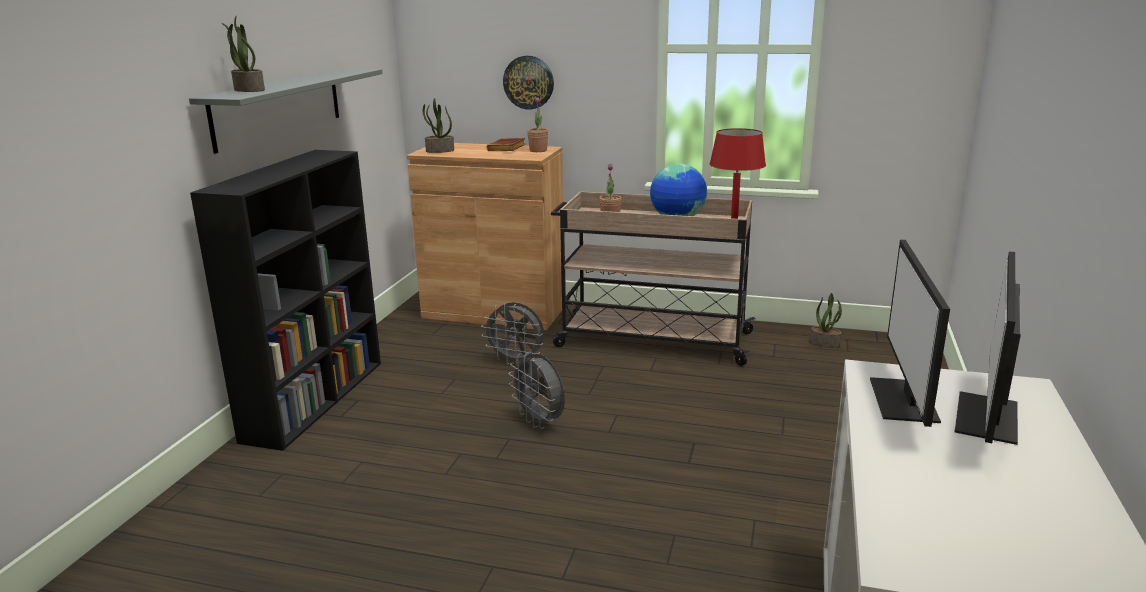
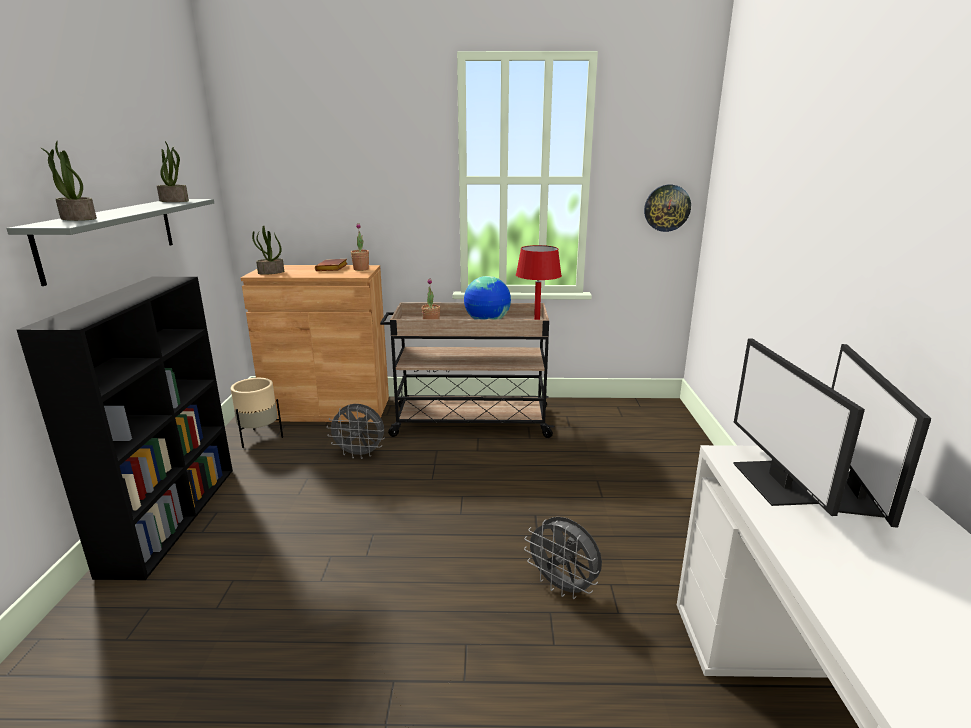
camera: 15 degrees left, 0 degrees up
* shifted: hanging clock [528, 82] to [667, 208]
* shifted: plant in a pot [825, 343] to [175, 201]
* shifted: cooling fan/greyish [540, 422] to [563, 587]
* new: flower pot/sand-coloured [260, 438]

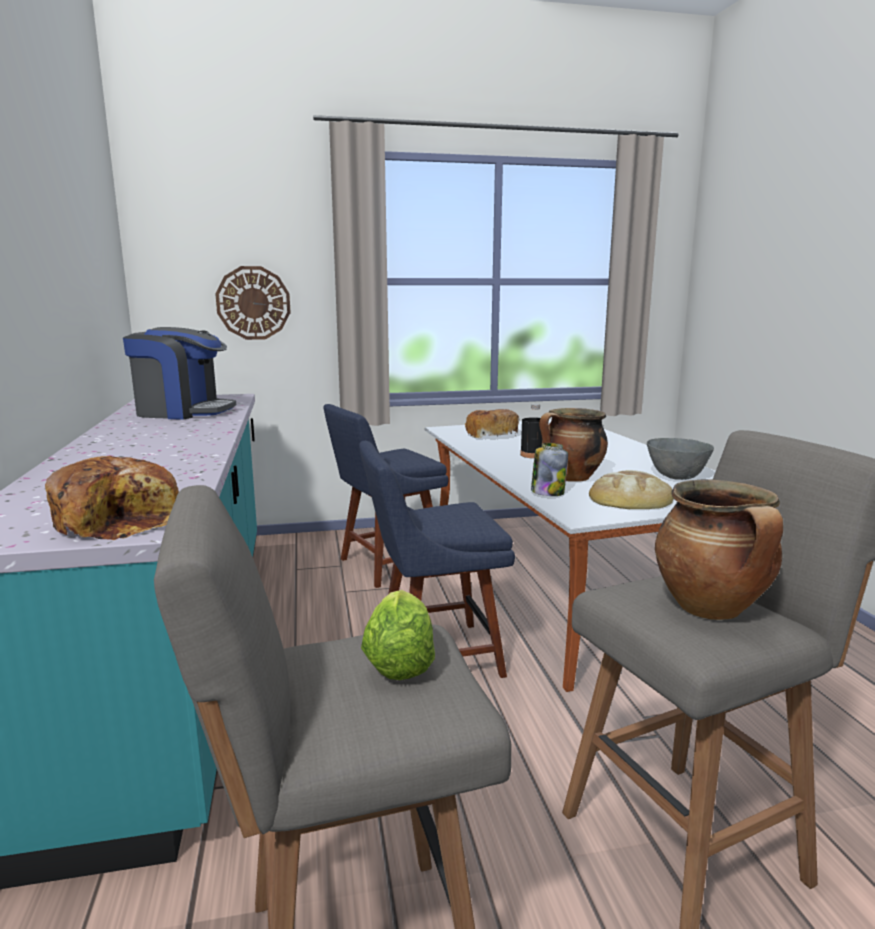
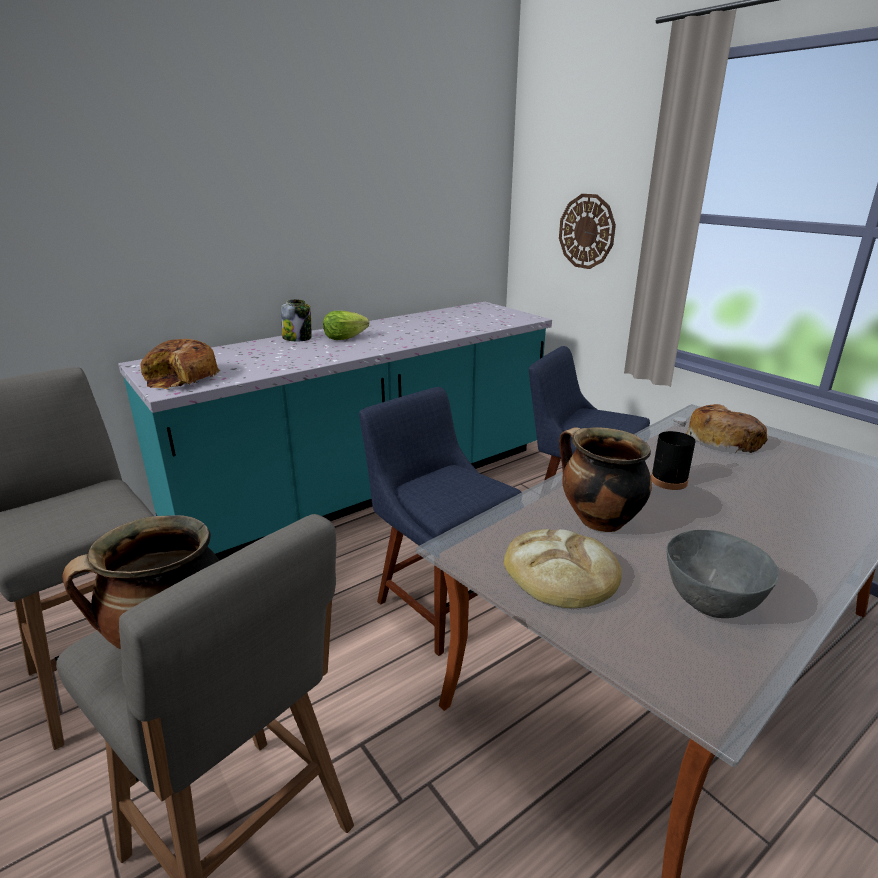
camera: 65 degrees right, 10 degrees up
* gone: coffee brewer [183, 412]
* shifted: jar [547, 492] to [298, 338]
* shifted: lettuce head [399, 662] to [344, 338]

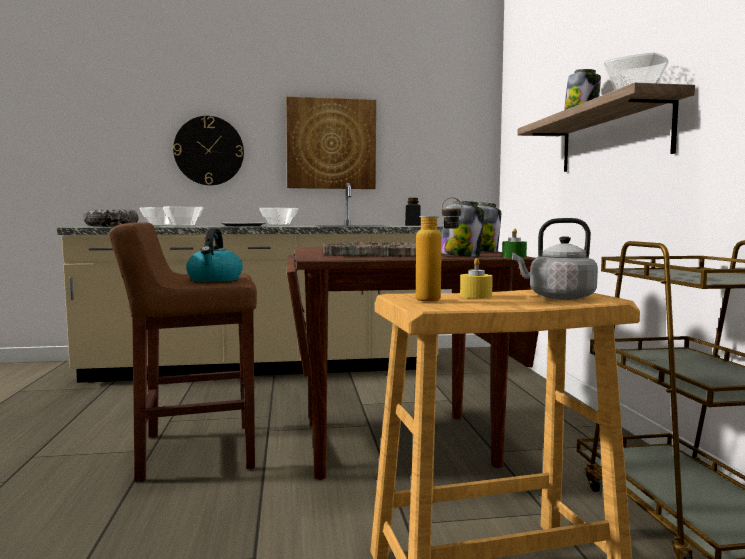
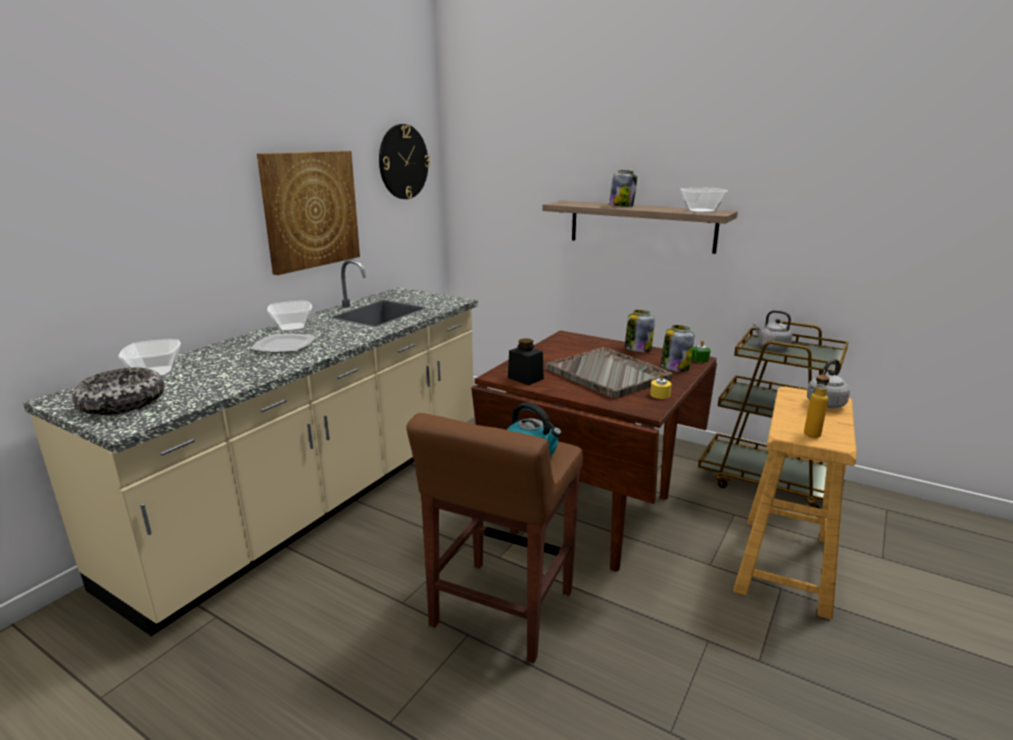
camera: 50 degrees left, 15 degrees up
* shifted: hanging clock [209, 151] to [403, 162]
* shifted: jar/blackish [412, 225] to [525, 378]
* gone: deep dish [183, 226]
* shifted: wax candle/yellow-coloured [476, 296] to [660, 395]
* new: tea kettle/greyish [771, 347]

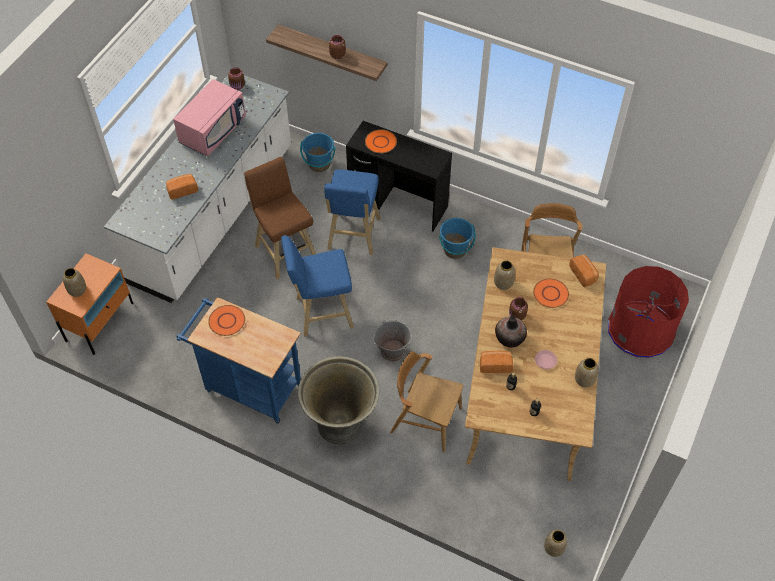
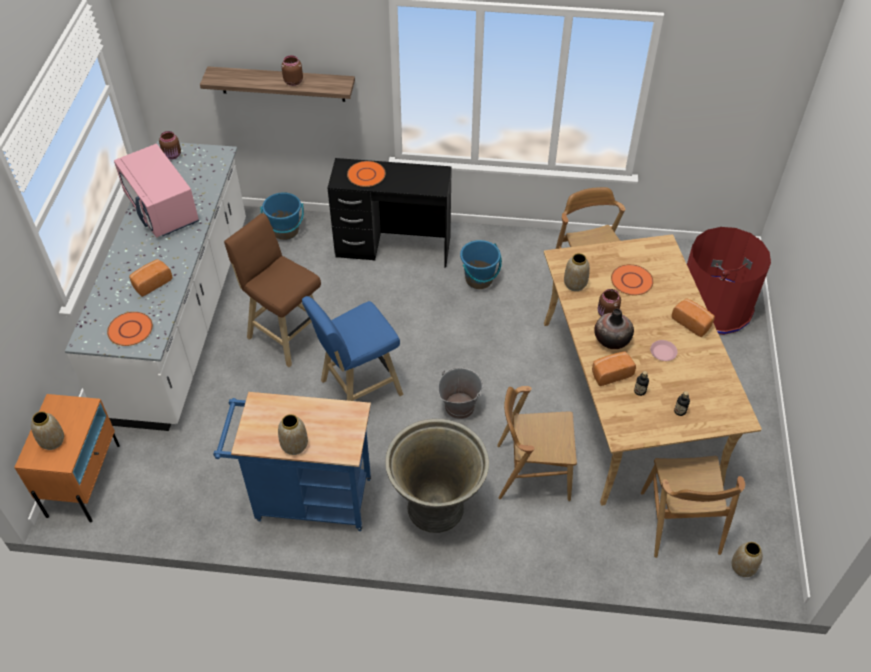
camera: 20 degrees left, 5 degrees down
* rotated: microwave oven/pink-coloured [213, 131] = [162, 209] 135 degrees clockwise
* gone: sitting stool/blue-coloured [353, 236]
* shifted: bread [584, 274] to [692, 322]
* shifted: plate/orange [227, 321] to [130, 329]
* shifted: decorative vase [584, 380] to [294, 446]
* new: plain chair/brown [680, 523]

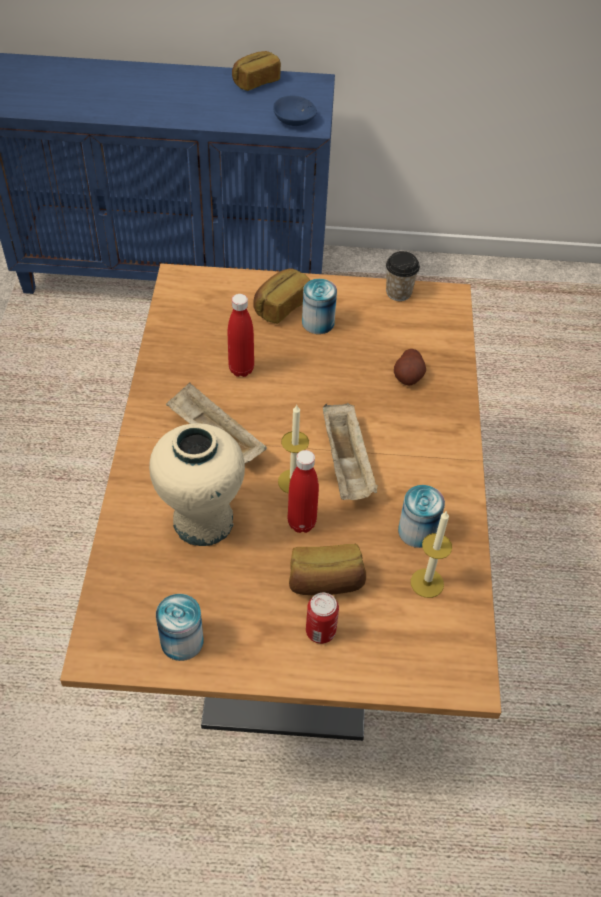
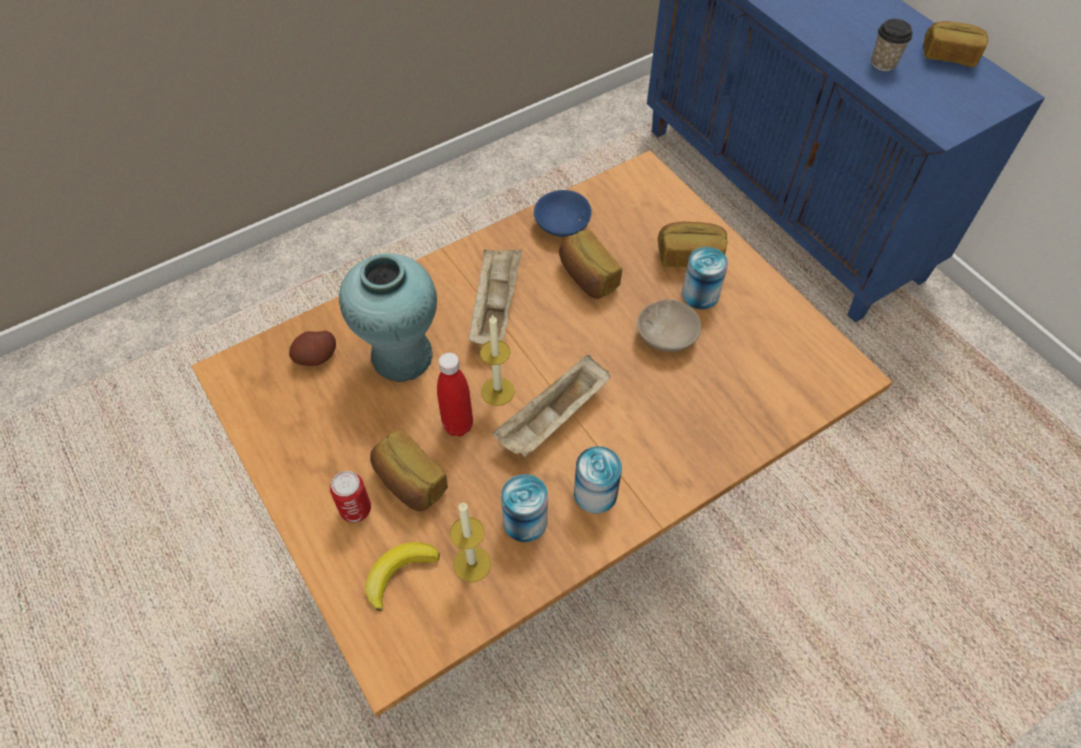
camera: 55 degrees right, 5 degrees up
* shifted: deep dish/blue-coloured [292, 120] to [561, 223]
* shifted: small cup [398, 293] to [883, 63]
* swapped: bottle/red-coloured [241, 369] to bread [587, 277]
* shifted: spud [408, 376] to [316, 357]
* repainted: decorative vase/sand-coloured [203, 521] to decorative vase/blue-green [401, 356]
* shifted: sealed can [182, 641] to [595, 493]
* new: deep dish/sand-coloured [667, 337]
* new: banana fruit [399, 573]

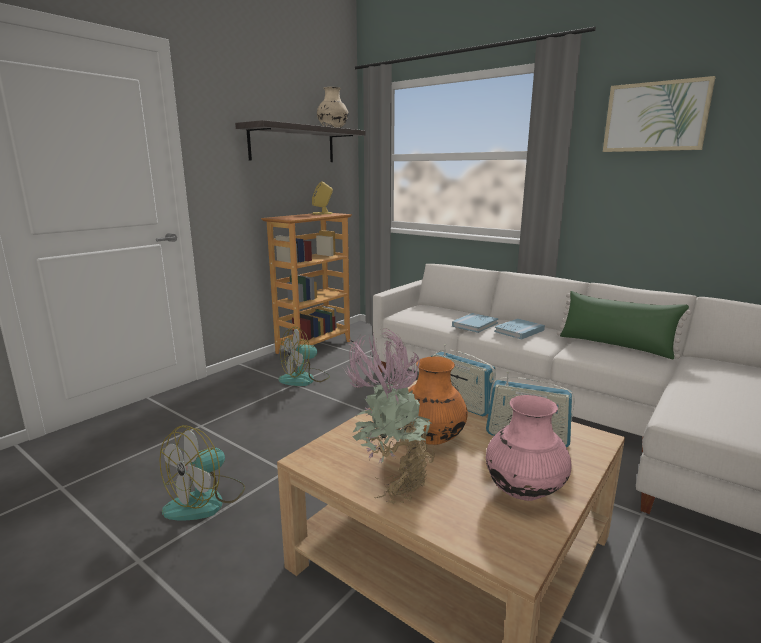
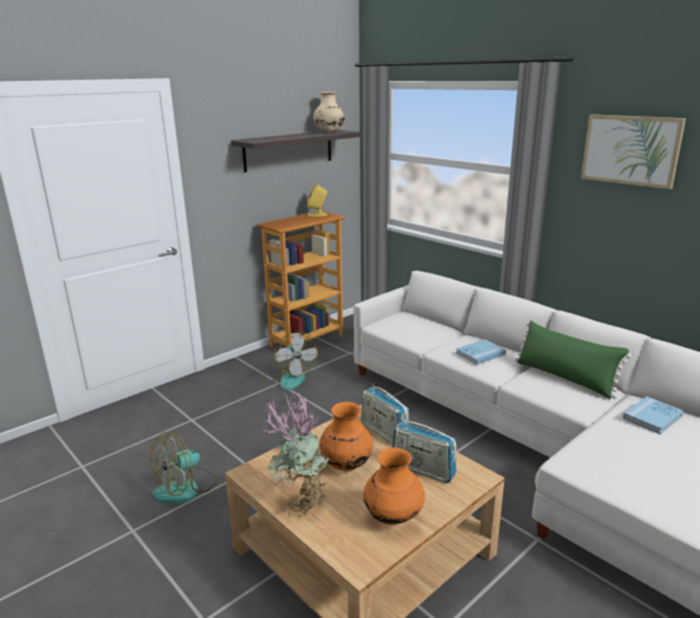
camera: 10 degrees right, 5 degrees up
* shifted: book/blue-coloured [475, 324] to [652, 417]
* rotated: cooling fan [304, 379] = [289, 378] 90 degrees counterclockwise
* repainted: decorative vase/pink-coloured [524, 492] to decorative vase/orange [393, 517]

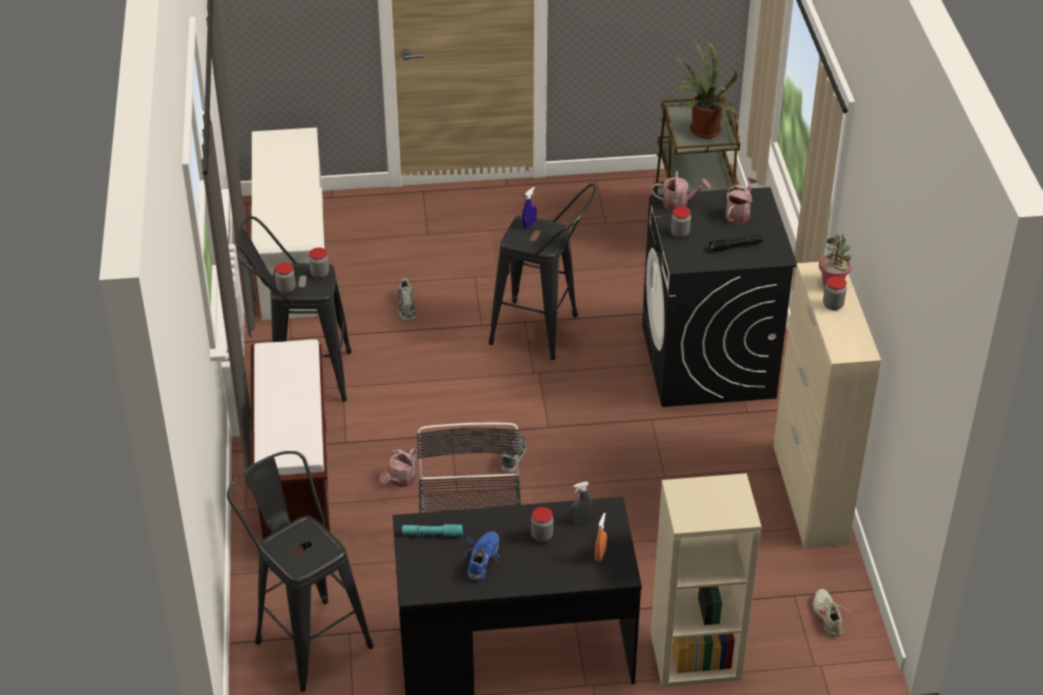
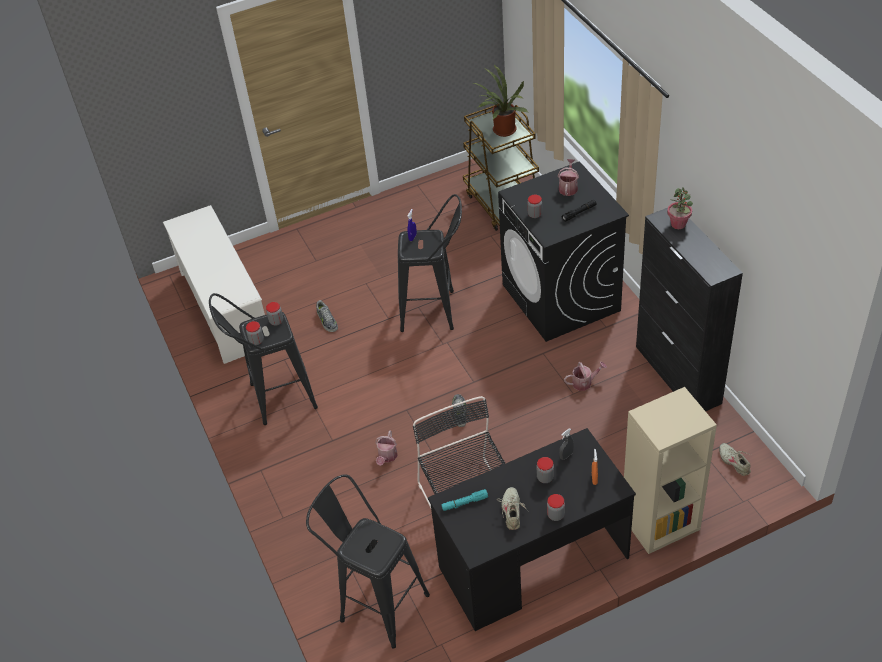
camera: 15 degrees left, 5 degrees up
* shifted: sprinkling can [679, 203] to [584, 382]
* repainted: cupboard/sand-coloured [809, 494] to cupboard/blackish [678, 375]
* shifted: jar [833, 305] to [556, 515]
* gone: indoor bench/brown [296, 489]
* repainted: item of footwear/blue-coloured [483, 560] to item of footwear/sand-coloured [512, 511]

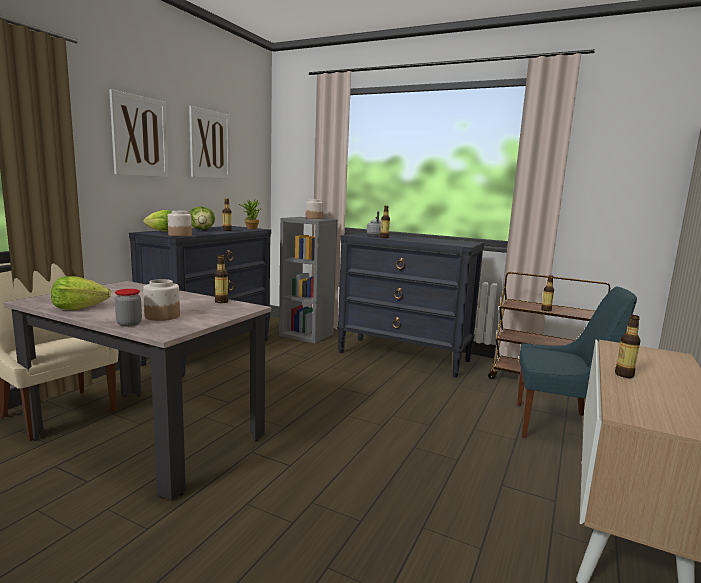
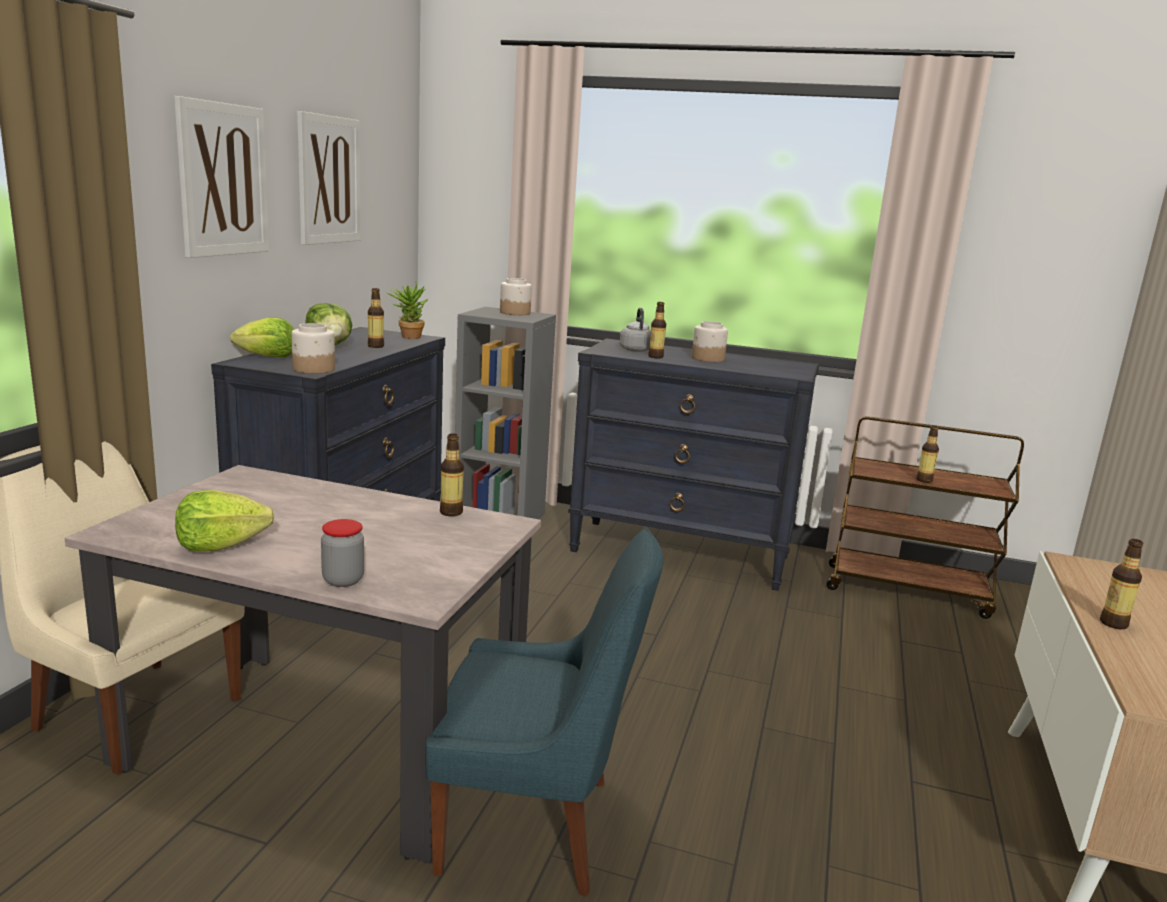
camera: 10 degrees left, 5 degrees up
* shifted: jar [162, 316] to [707, 359]
* shifted: plain chair/blue-coloured [558, 426] to [534, 826]

